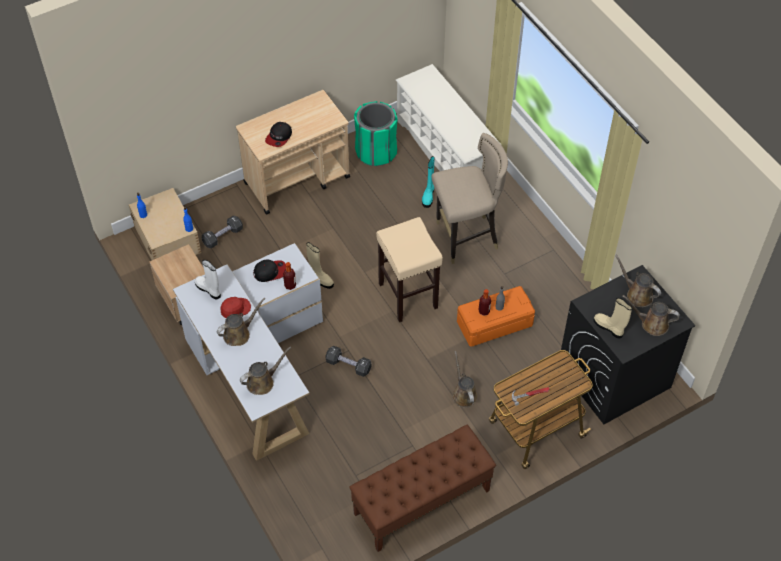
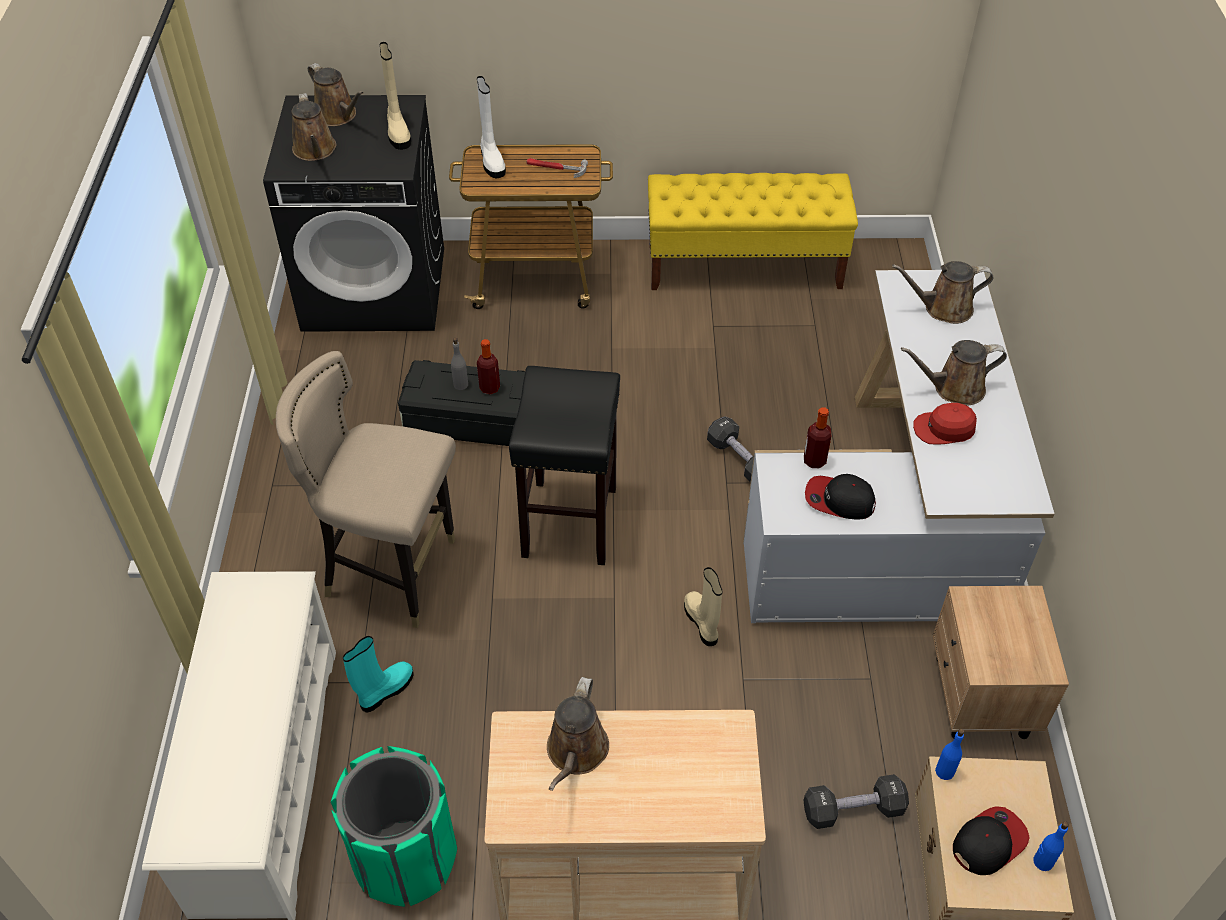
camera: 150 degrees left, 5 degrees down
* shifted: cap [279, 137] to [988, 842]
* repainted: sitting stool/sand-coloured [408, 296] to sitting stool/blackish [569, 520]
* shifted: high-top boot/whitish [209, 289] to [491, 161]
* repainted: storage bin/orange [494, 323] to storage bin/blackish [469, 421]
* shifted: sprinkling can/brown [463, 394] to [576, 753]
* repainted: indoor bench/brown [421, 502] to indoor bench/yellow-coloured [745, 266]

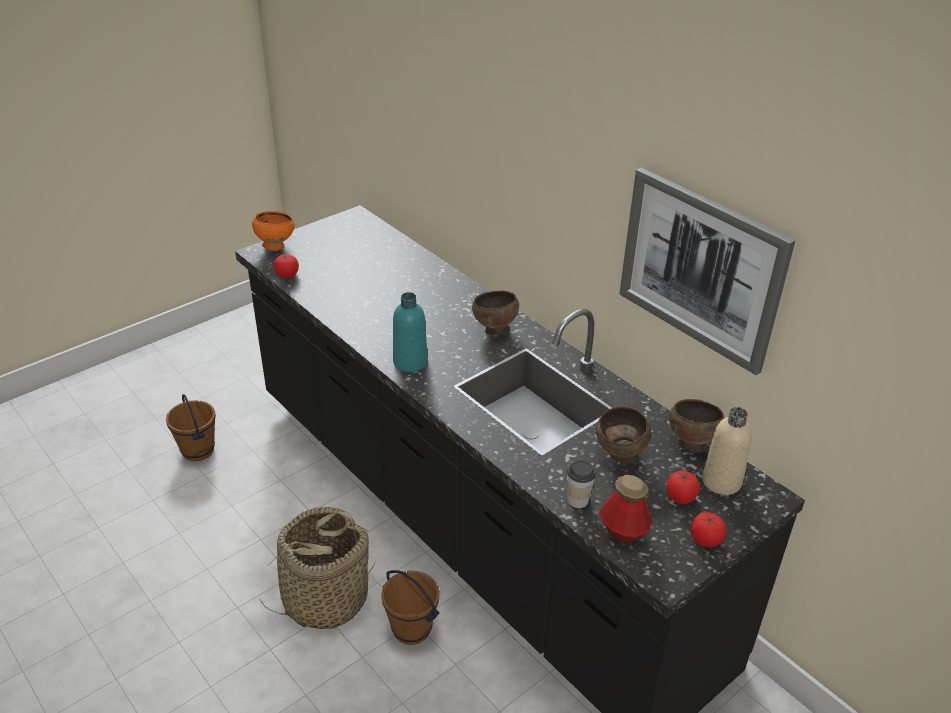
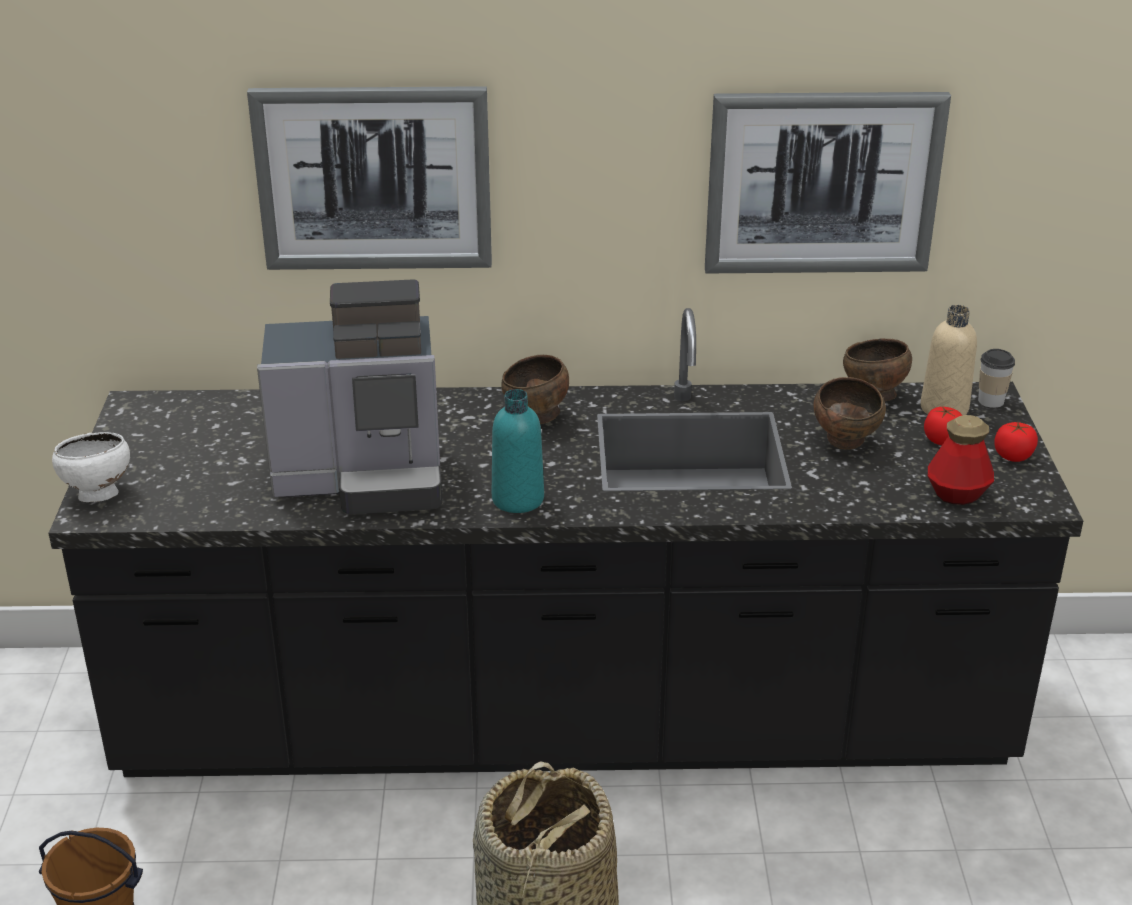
camera: 50 degrees left, 5 degrees down
* repainted: deep dish/orange [275, 246] to deep dish/whitish [97, 495]
* gone: fresh tomato [287, 275]
* shifted: small cup [578, 500] to [991, 401]
* gone: pail/brown [412, 628]
* new: wall art [374, 178]
* new: coffee brewer [365, 477]

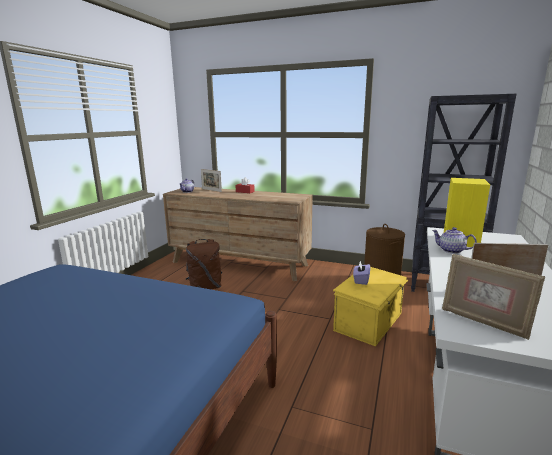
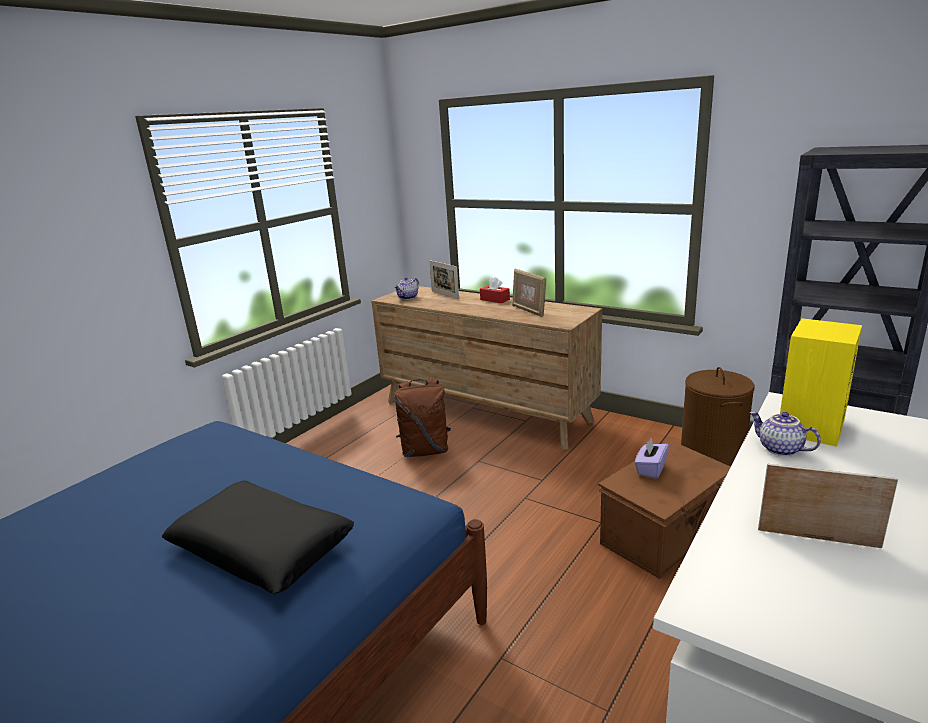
camera: 15 degrees right, 5 degrees up
* shifted: standing frame [483, 322] to [528, 311]
* repainted: storage bin/yellow-coloured [369, 322] to storage bin/brown [665, 535]
* new: throw pillow/blackish [262, 547]

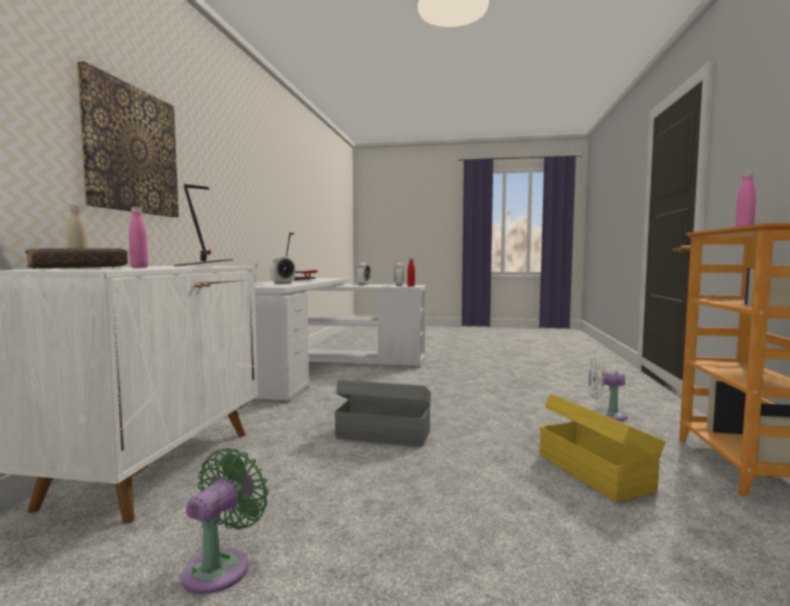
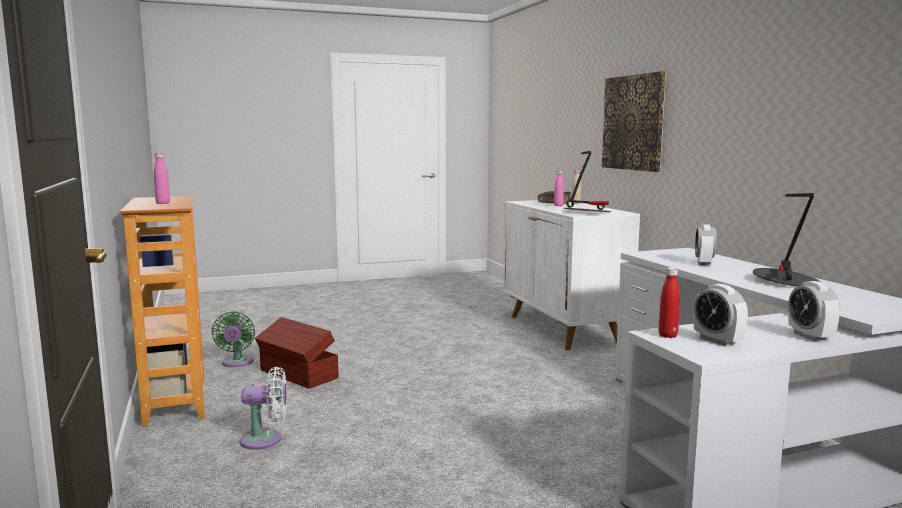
camera: 150 degrees right, 5 degrees up
* gone: storage bin/greyish [382, 434]
* repainted: storage bin/yellow-coloured [594, 472] to storage bin/brown [298, 374]
* shifted: cooling fan/greenish [221, 567] to [237, 363]

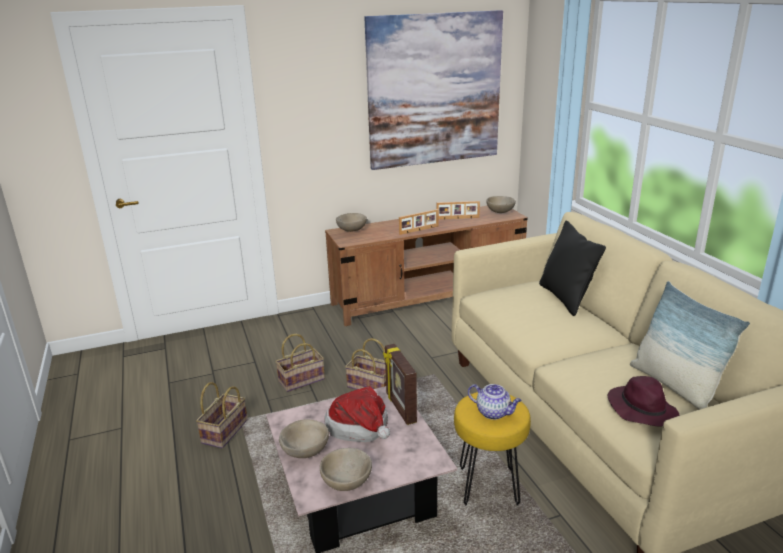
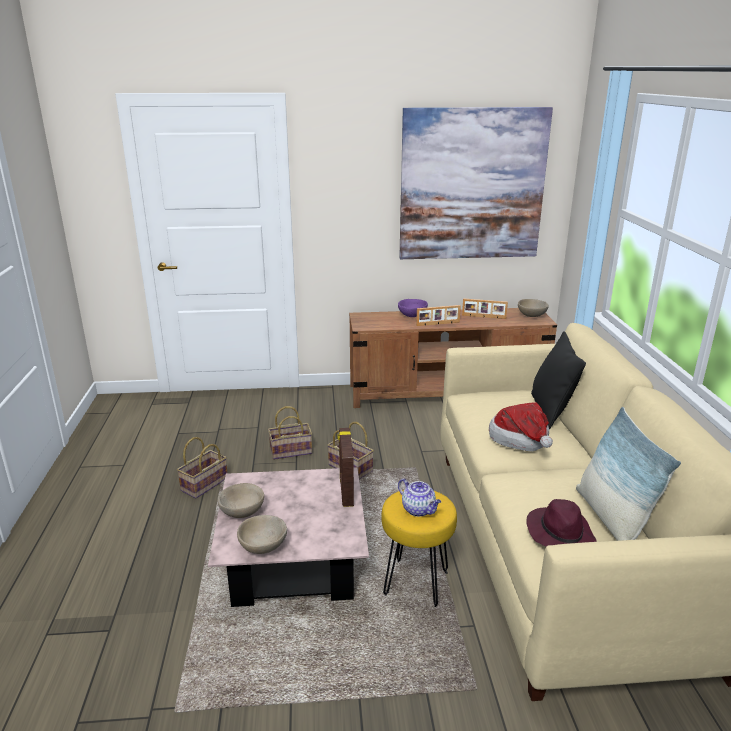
camera: 15 degrees right, 0 degrees up
* gone: deep dish/sand-coloured [352, 230]
* shifted: wearable hat [360, 429] to [521, 441]
* new: deep dish/purplish [412, 315]

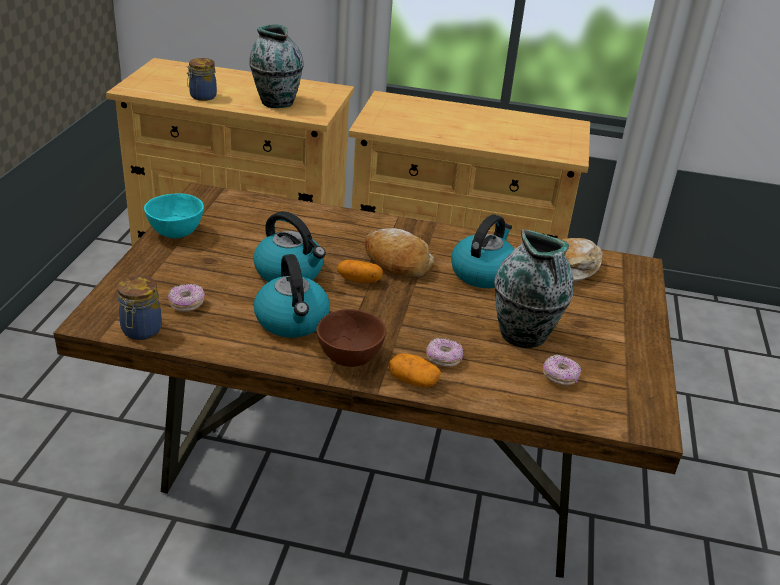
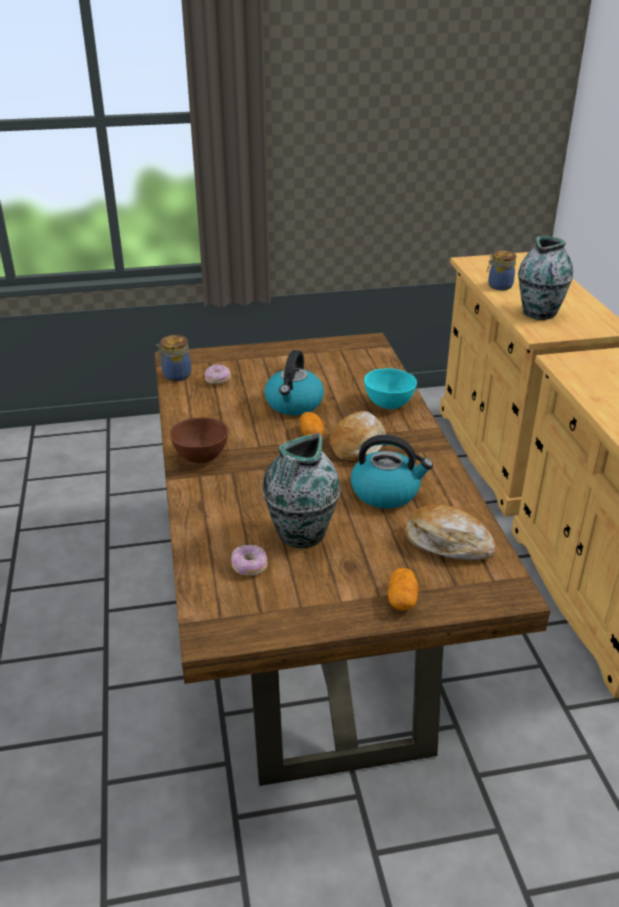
camera: 70 degrees right, 0 degrees up
* shifted: deep dish/blue-green [175, 233] to [388, 404]
* gone: tea kettle [292, 321]
* gone: doughnut [443, 359]
* shifted: spud [413, 381] to [402, 599]

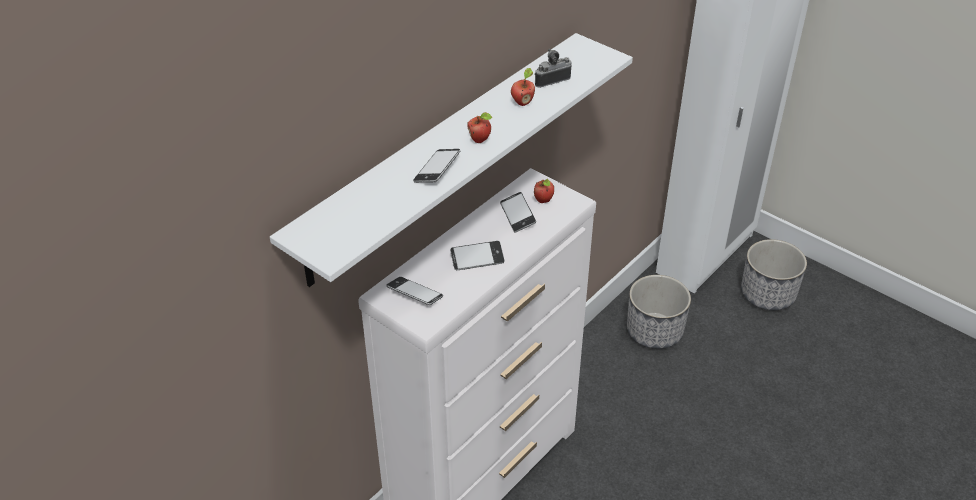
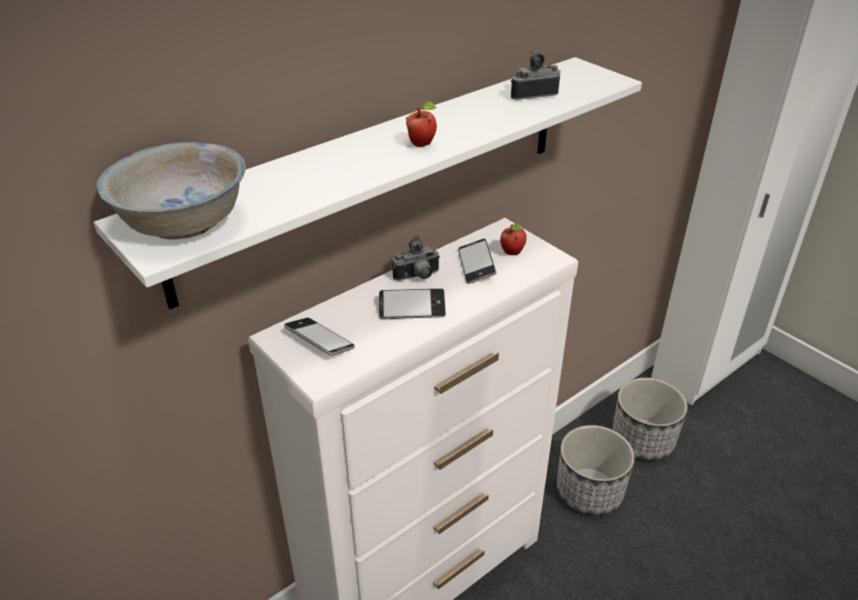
camera: 10 degrees right, 5 degrees down
* gone: apple fruit [522, 102]
* gone: phone [437, 170]
* shifted: flower pot [768, 294] to [590, 491]
* new: deep dish/whitish [184, 222]
* new: photo camera [417, 277]

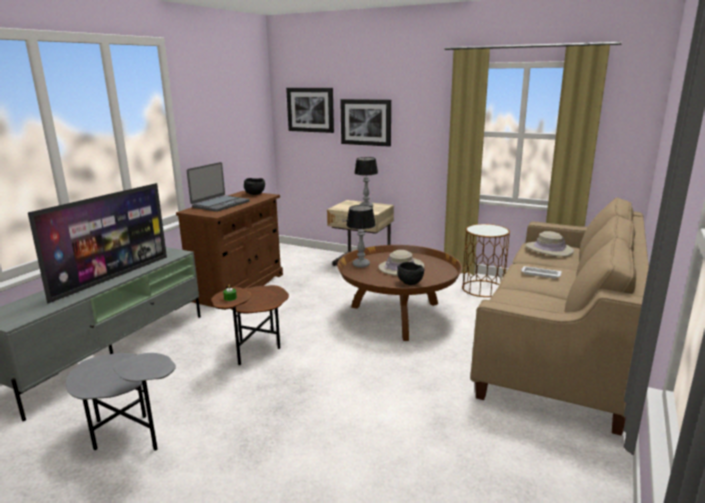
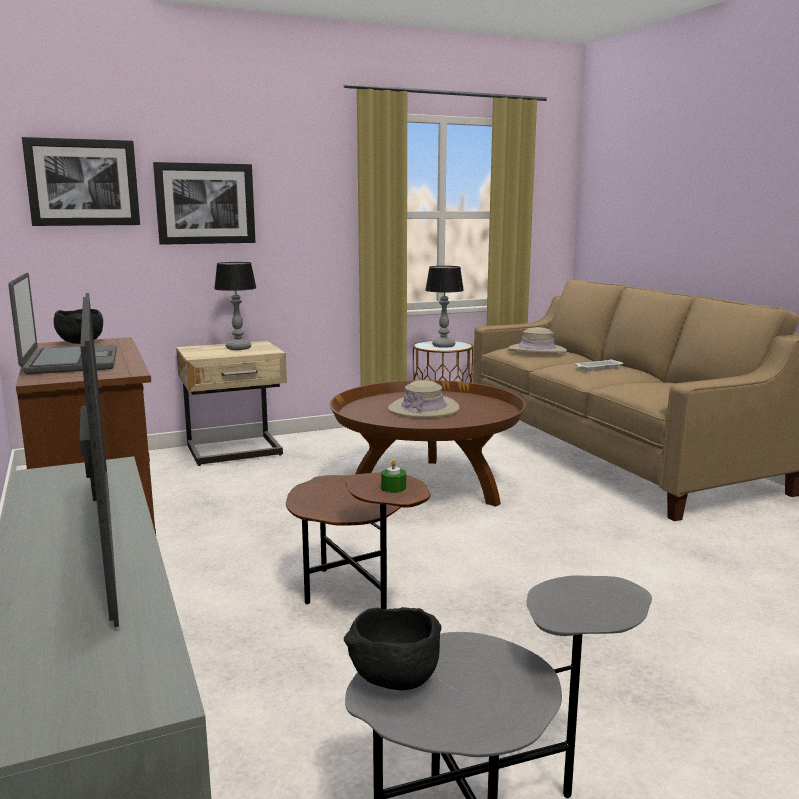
camera: 50 degrees left, 5 degrees down
* shifted: lamp for a table [361, 265] to [444, 346]
* shifted: deep dish/blackish [409, 283] to [393, 681]

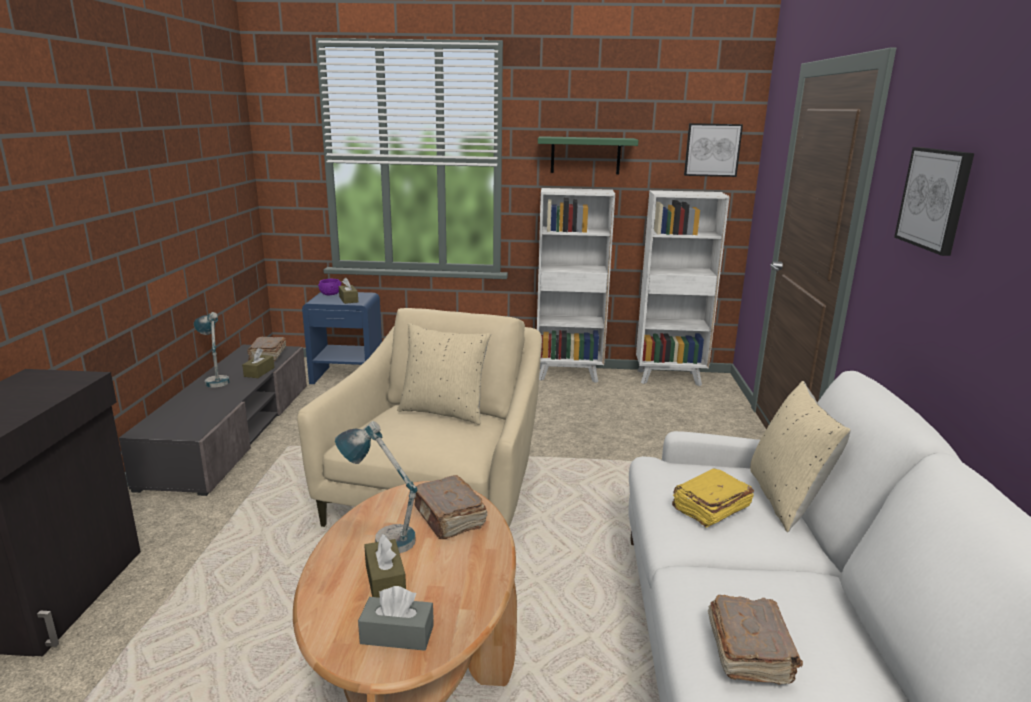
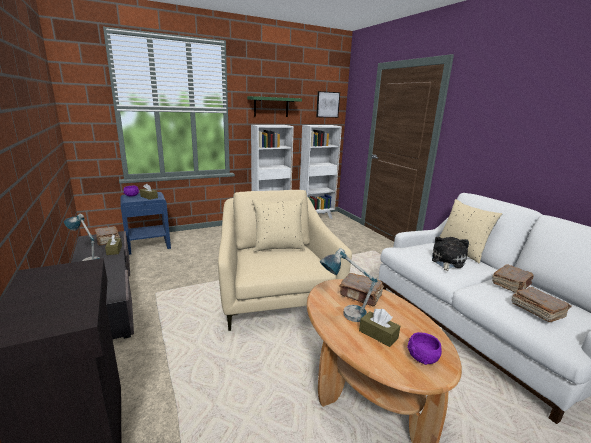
camera: 30 degrees left, 0 degrees up
* gone: wall art [935, 199]
* swapped: book/yellow-coloured [710, 509] to soft toy [447, 261]
* swapped: box of tissues/greyish [397, 634] to deep dish/purplish [422, 357]
* new: book/brown [511, 285]

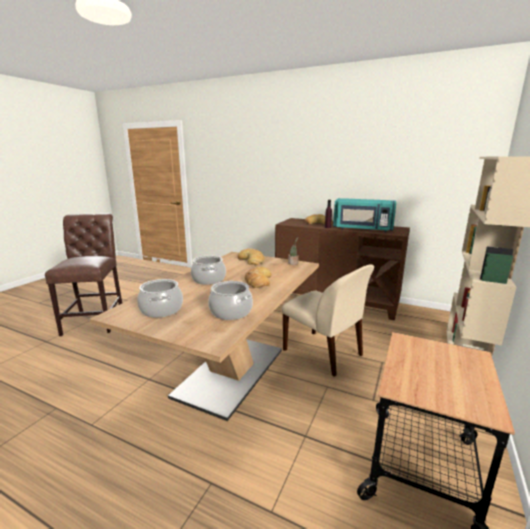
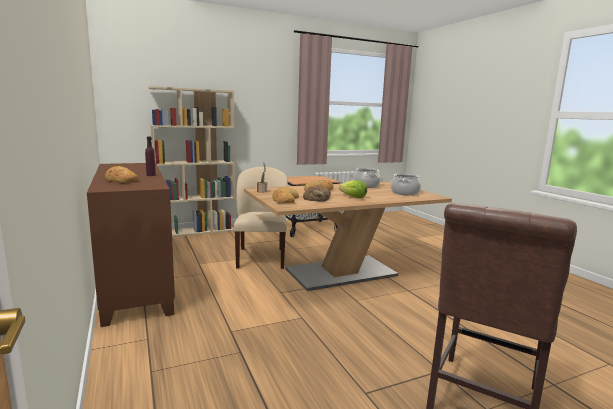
camera: 140 degrees left, 5 degrees down
* gone: microwave oven/blue-green [362, 229]
* swapped: saucepot [208, 279] to lettuce head [353, 197]
* new: bread [317, 198]

